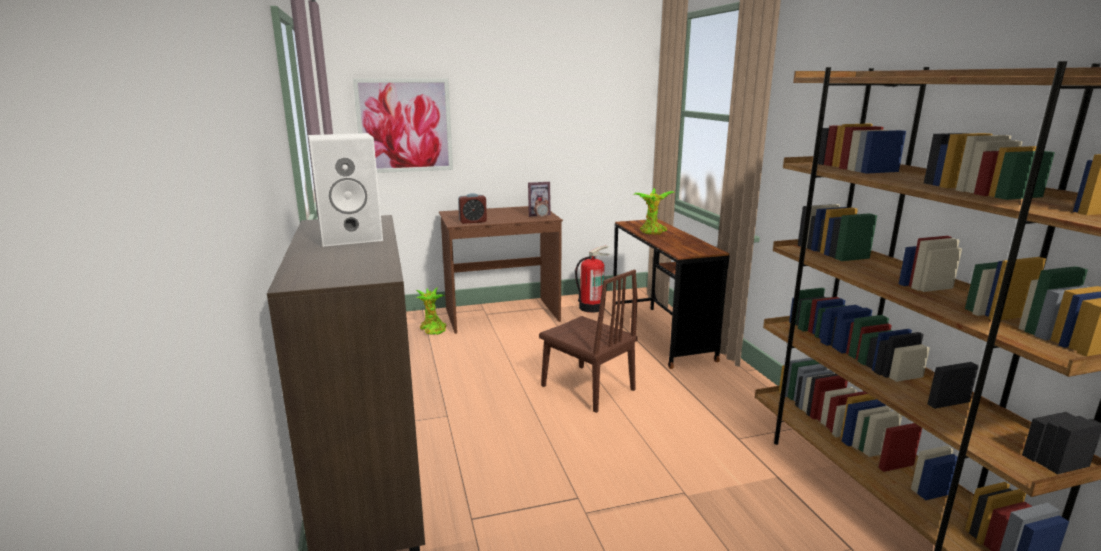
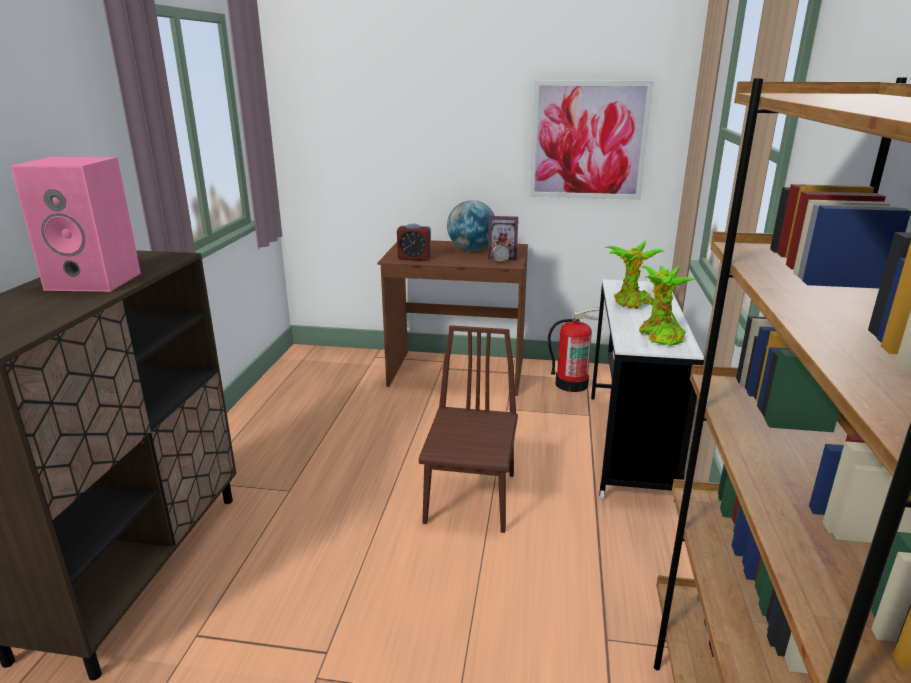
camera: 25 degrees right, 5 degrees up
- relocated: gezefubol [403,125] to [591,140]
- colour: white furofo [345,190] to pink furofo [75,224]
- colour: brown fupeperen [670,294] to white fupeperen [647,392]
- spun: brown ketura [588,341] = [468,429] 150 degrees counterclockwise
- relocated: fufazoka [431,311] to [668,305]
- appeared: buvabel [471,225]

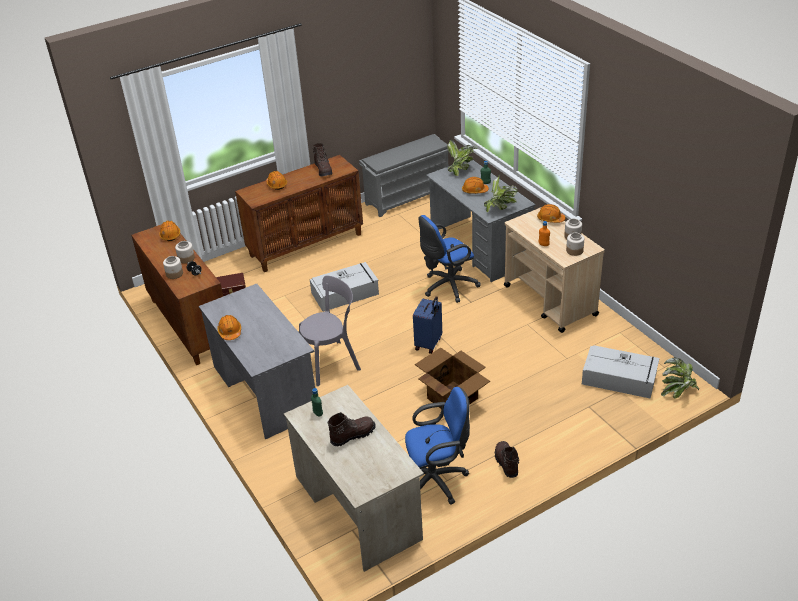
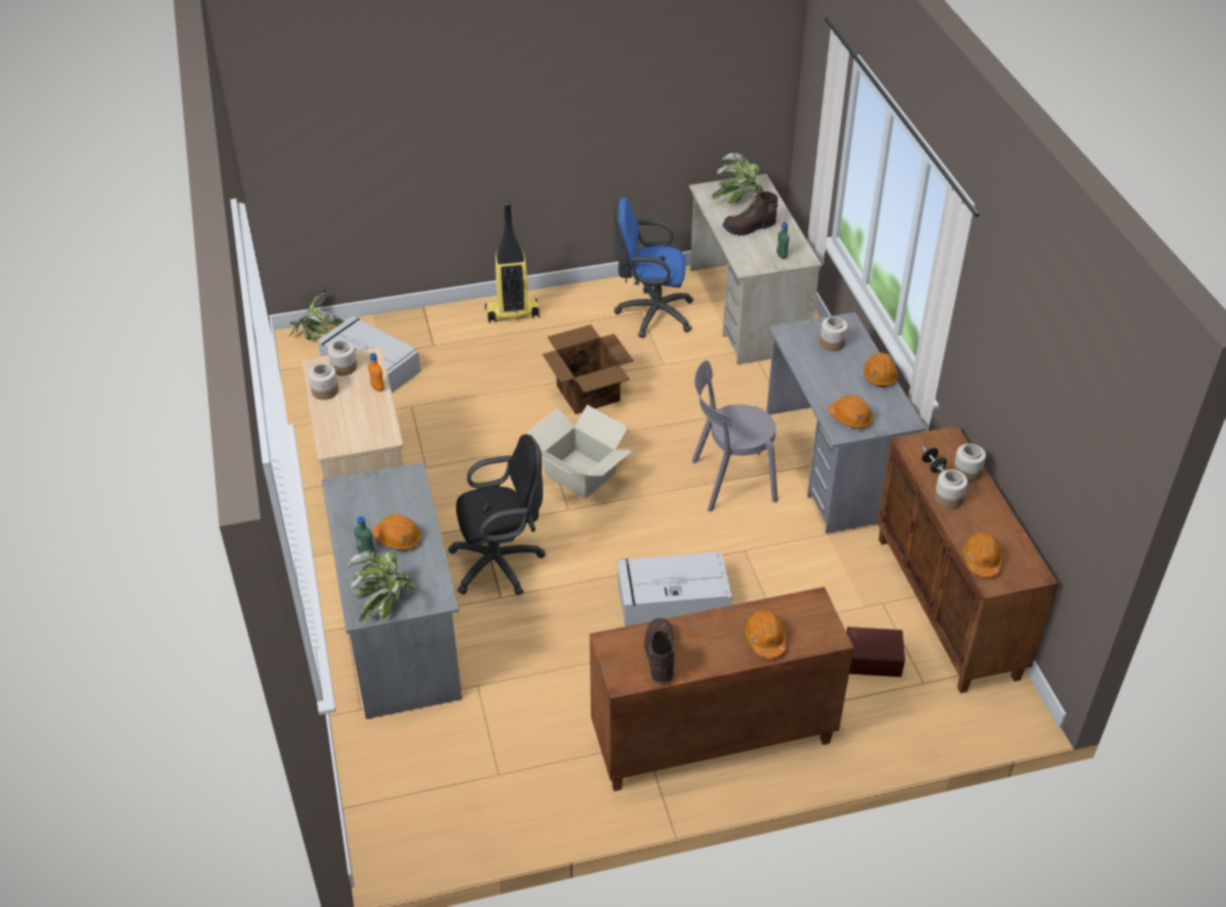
camera: 165 degrees left, 5 degrees up
- missing: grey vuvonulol [403,175]
- relocated: fufazoka [501,193] to [738,178]
- relocated: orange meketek [551,213] to [850,412]
- colour: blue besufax [450,259] to black besufax [497,515]
- exchanged: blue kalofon [427,325] to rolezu [580,452]
- missing: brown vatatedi [507,459]
- appeared: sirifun [512,262]
- appeared: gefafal [834,334]

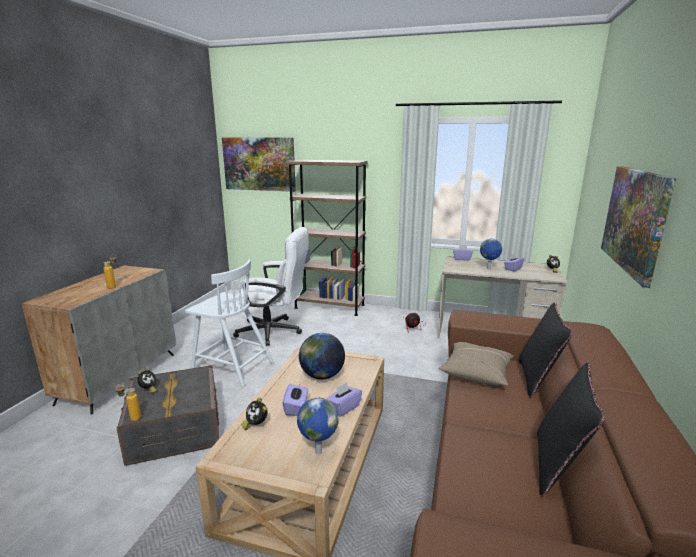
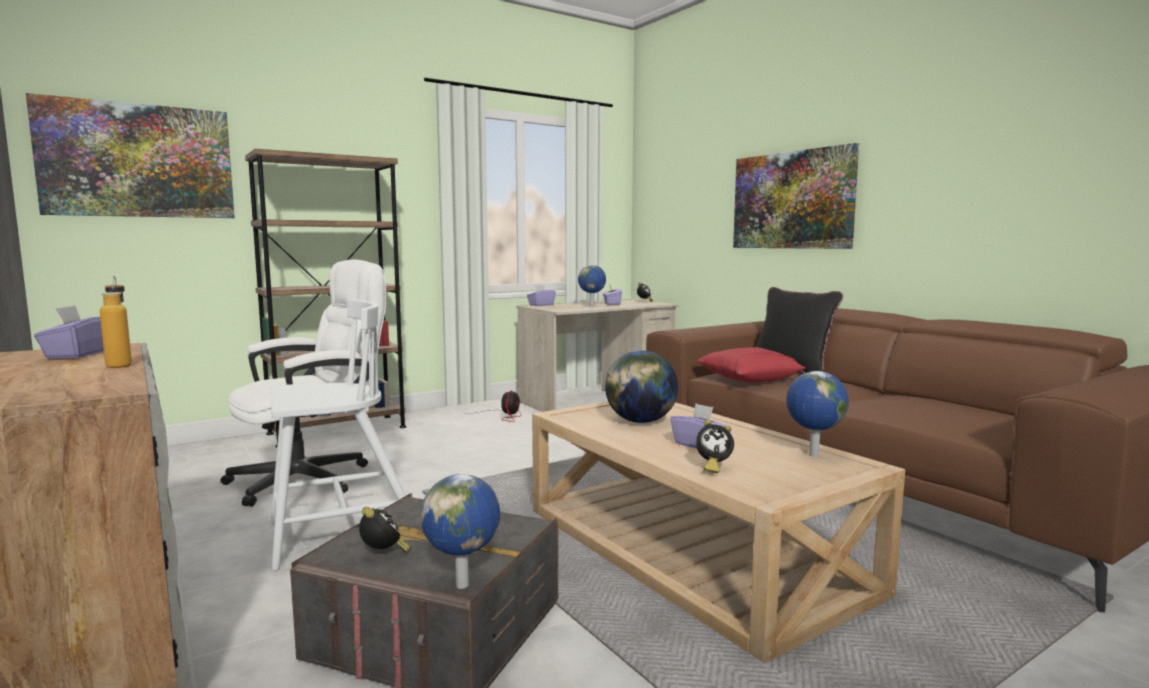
camera: 50 degrees left, 10 degrees down
- colour: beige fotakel [476,364] to red fotakel [751,365]
- missing: black fotakel [570,429]
- relocated: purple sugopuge [344,399] to [69,331]
- exchanged: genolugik [128,402] to buvabel [460,531]

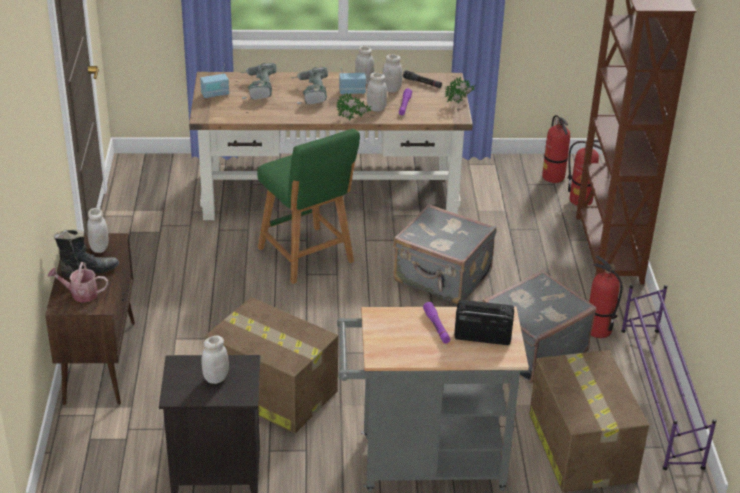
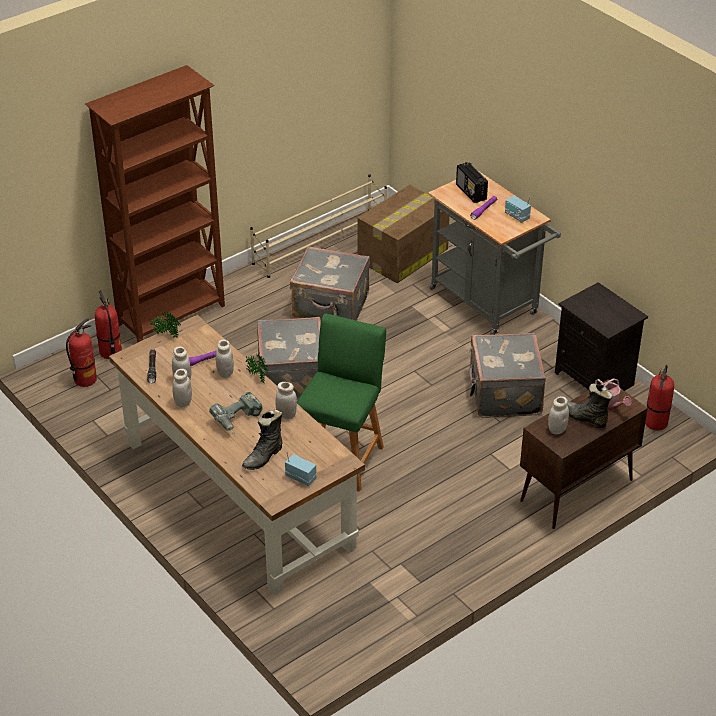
camera: 125 degrees left, 5 degrees up
- exchanged: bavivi [258,81] to black vatatedi [262,440]
- relocated: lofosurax [352,81] to [518,209]
- relocated: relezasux [606,297] to [659,397]
- colour: purple vuvonulol [668,377] to beige vuvonulol [318,226]
- exchanged: rolezu [271,365] to grey kalofon [507,375]
- relocated: white gefafal [215,360] to [286,400]

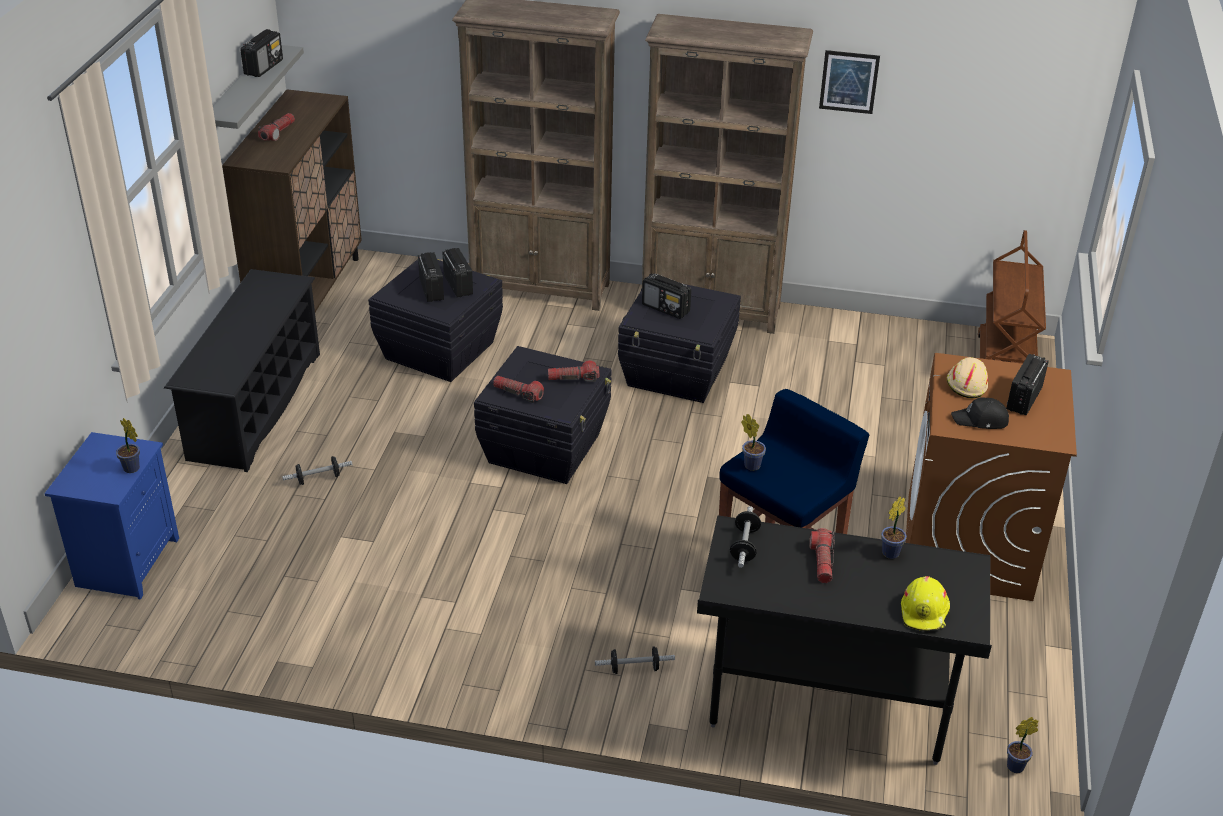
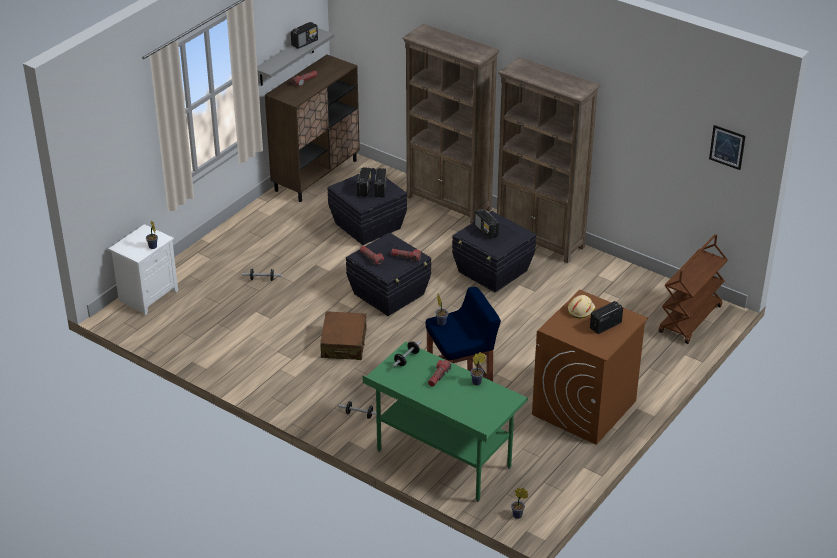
camera: 25 degrees right, 0 degrees up
- relocated: gezefubol [849,82] to [727,147]
- missing: black vuvonulol [242,370]
- missing: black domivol [980,413]
- colour: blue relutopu [111,516] to white relutopu [143,269]
- colour: black fupeperen [844,640] to green fupeperen [445,422]
- missing: yellow meketek [925,603]
- appeared: brown kalofon [343,335]

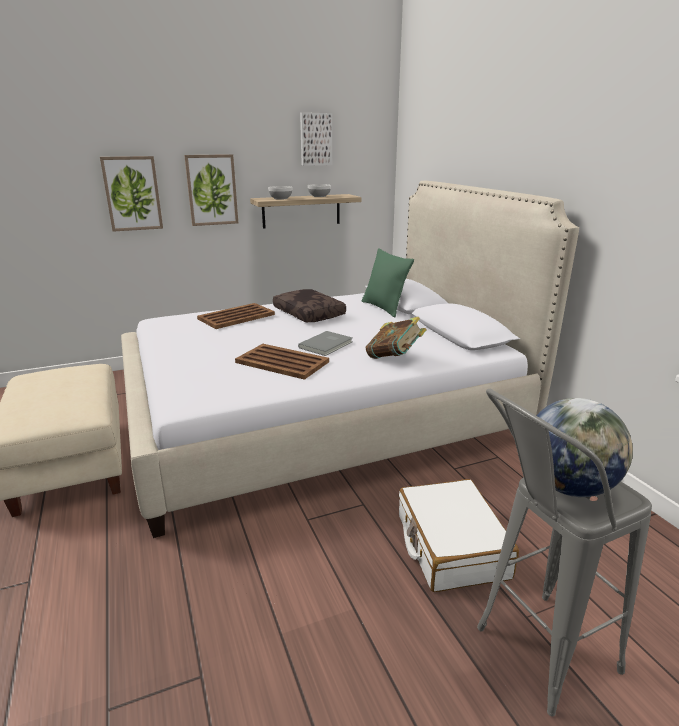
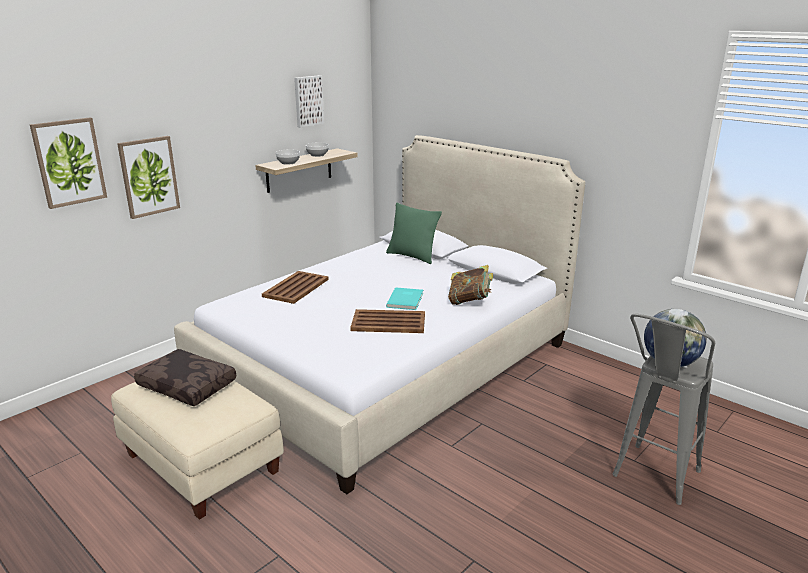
camera: 25 degrees left, 0 degrees up
- relocated: gezefubol [211,190] to [68,163]
- relocated: brown fotakel [309,305] to [185,377]
- colour: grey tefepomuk [325,343] to turquoise tefepomuk [404,298]
- missing: white kalofon [459,535]

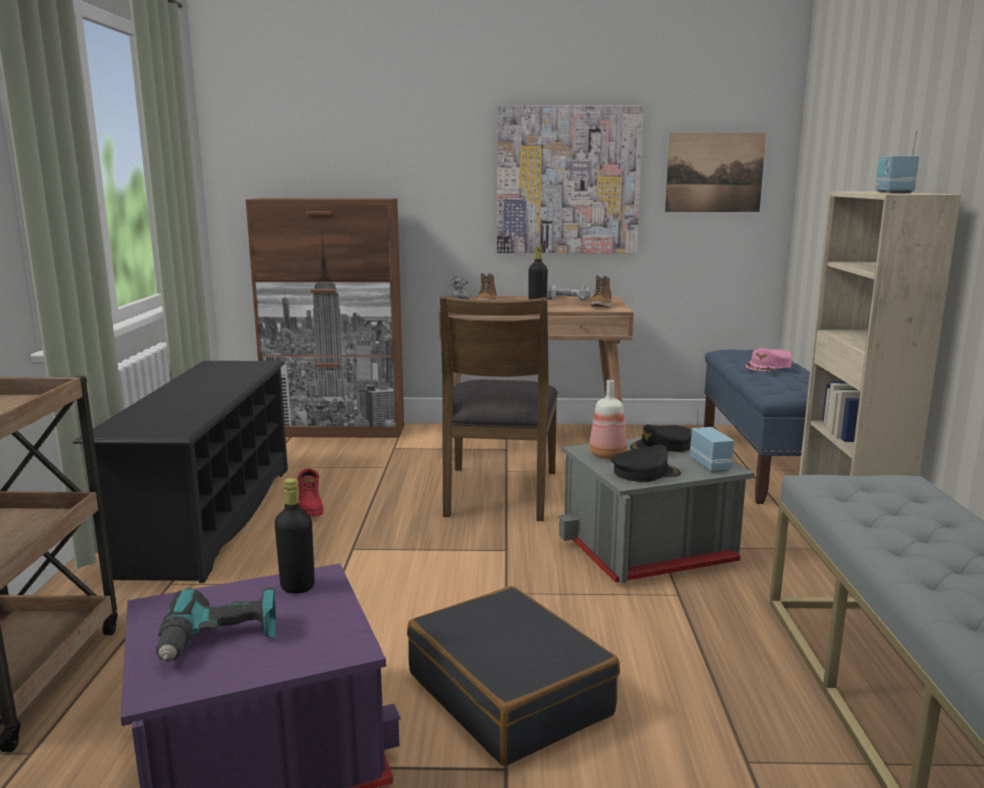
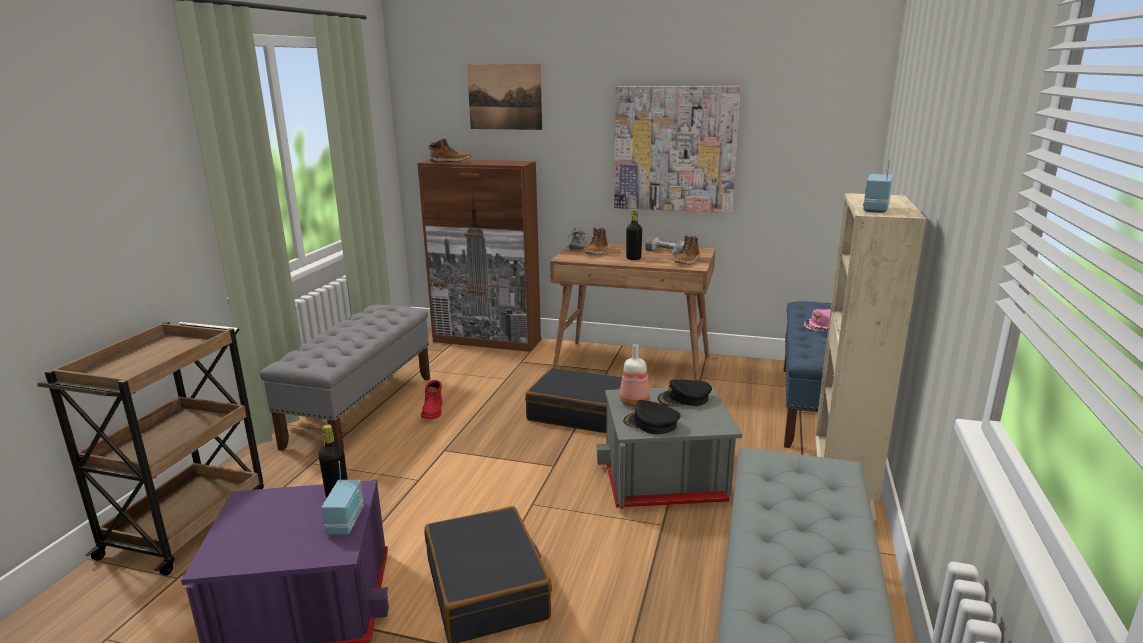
camera: 15 degrees right, 5 degrees up
- relocated: gezefubol [715,172] to [505,97]
- exchanged: brown ketura [499,408] to black kalofon [573,400]
- exchanged: black vuvonulol [180,472] to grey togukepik [345,378]
- relocated: lofosurax [712,440] to [342,498]
- spun: black domivol [646,463] = [652,417] 150 degrees counterclockwise
- missing: bavivi [216,623]
- appeared: vatatedi [450,150]

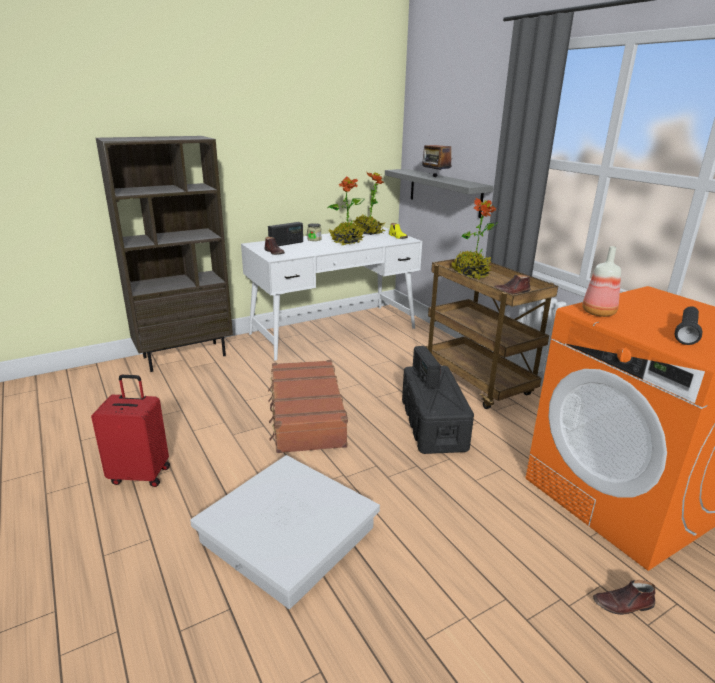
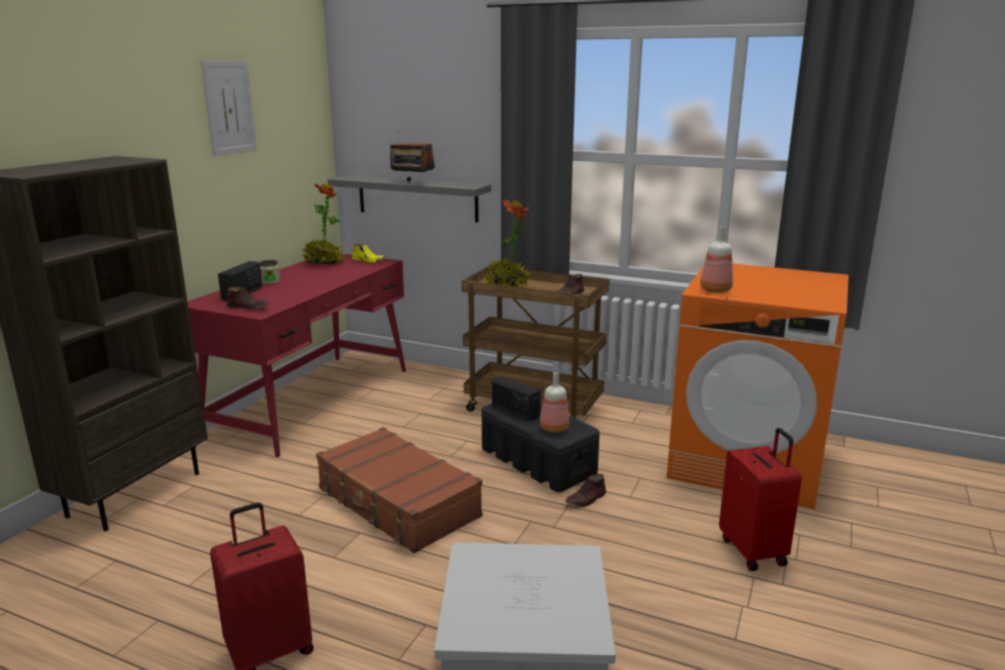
camera: 35 degrees left, 5 degrees down
- missing: fufazoka [346,211]
- colour: white fupeperen [331,293] to red fupeperen [297,355]
- missing: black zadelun [688,325]
- relocated: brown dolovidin [624,597] to [585,490]
- appeared: gezefubol [229,108]
- appeared: genolugik [554,402]
- appeared: red kalofon [760,499]

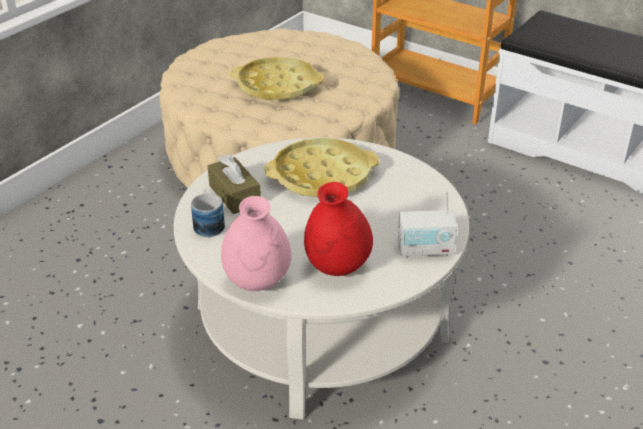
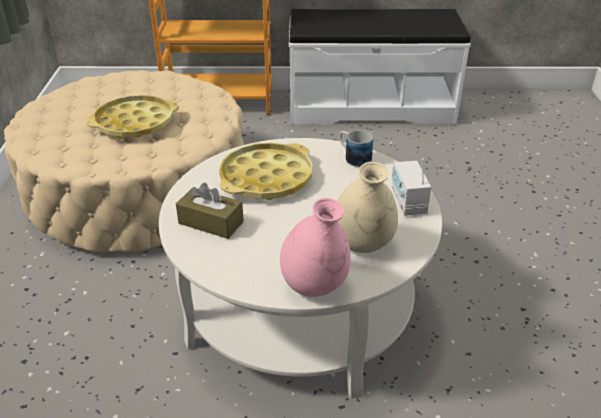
camera: 35 degrees left, 0 degrees up
- colour: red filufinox [338,229] to beige filufinox [367,207]
- relocated: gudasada [208,213] to [356,148]
- spun: lofosurax [427,224] = [411,187] 120 degrees clockwise

